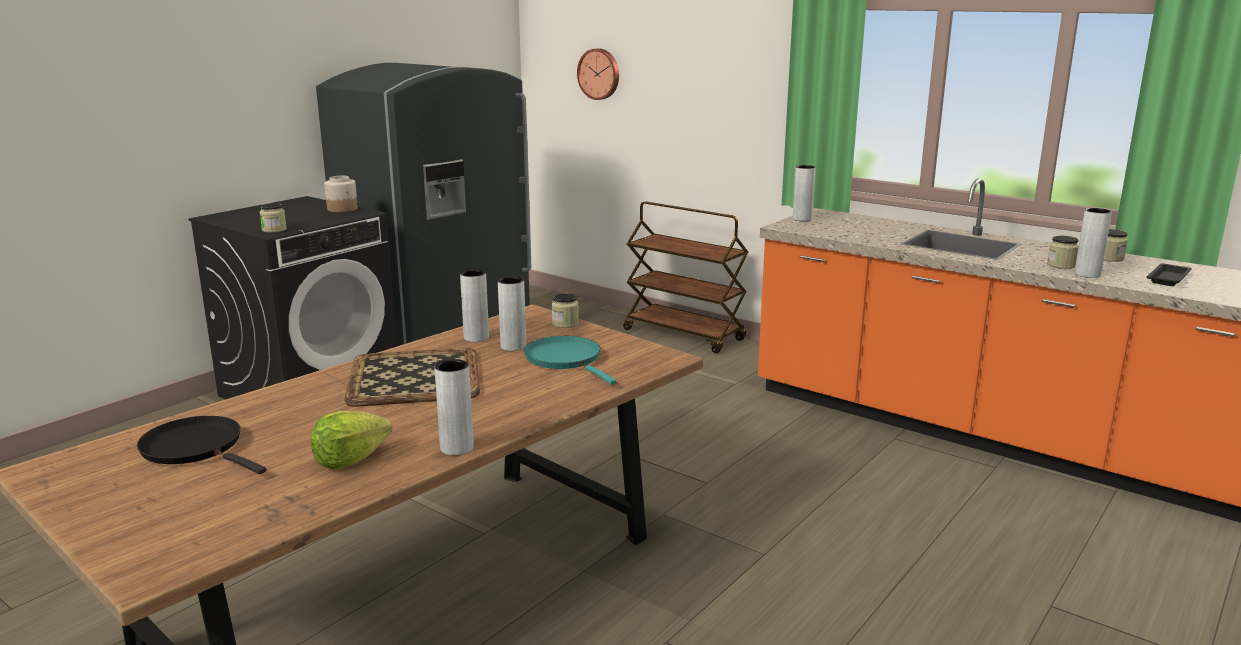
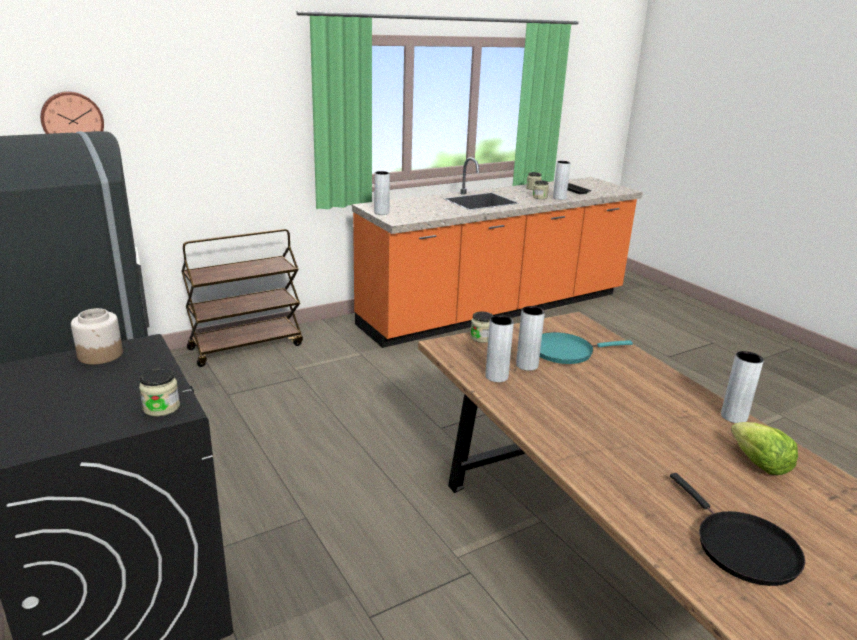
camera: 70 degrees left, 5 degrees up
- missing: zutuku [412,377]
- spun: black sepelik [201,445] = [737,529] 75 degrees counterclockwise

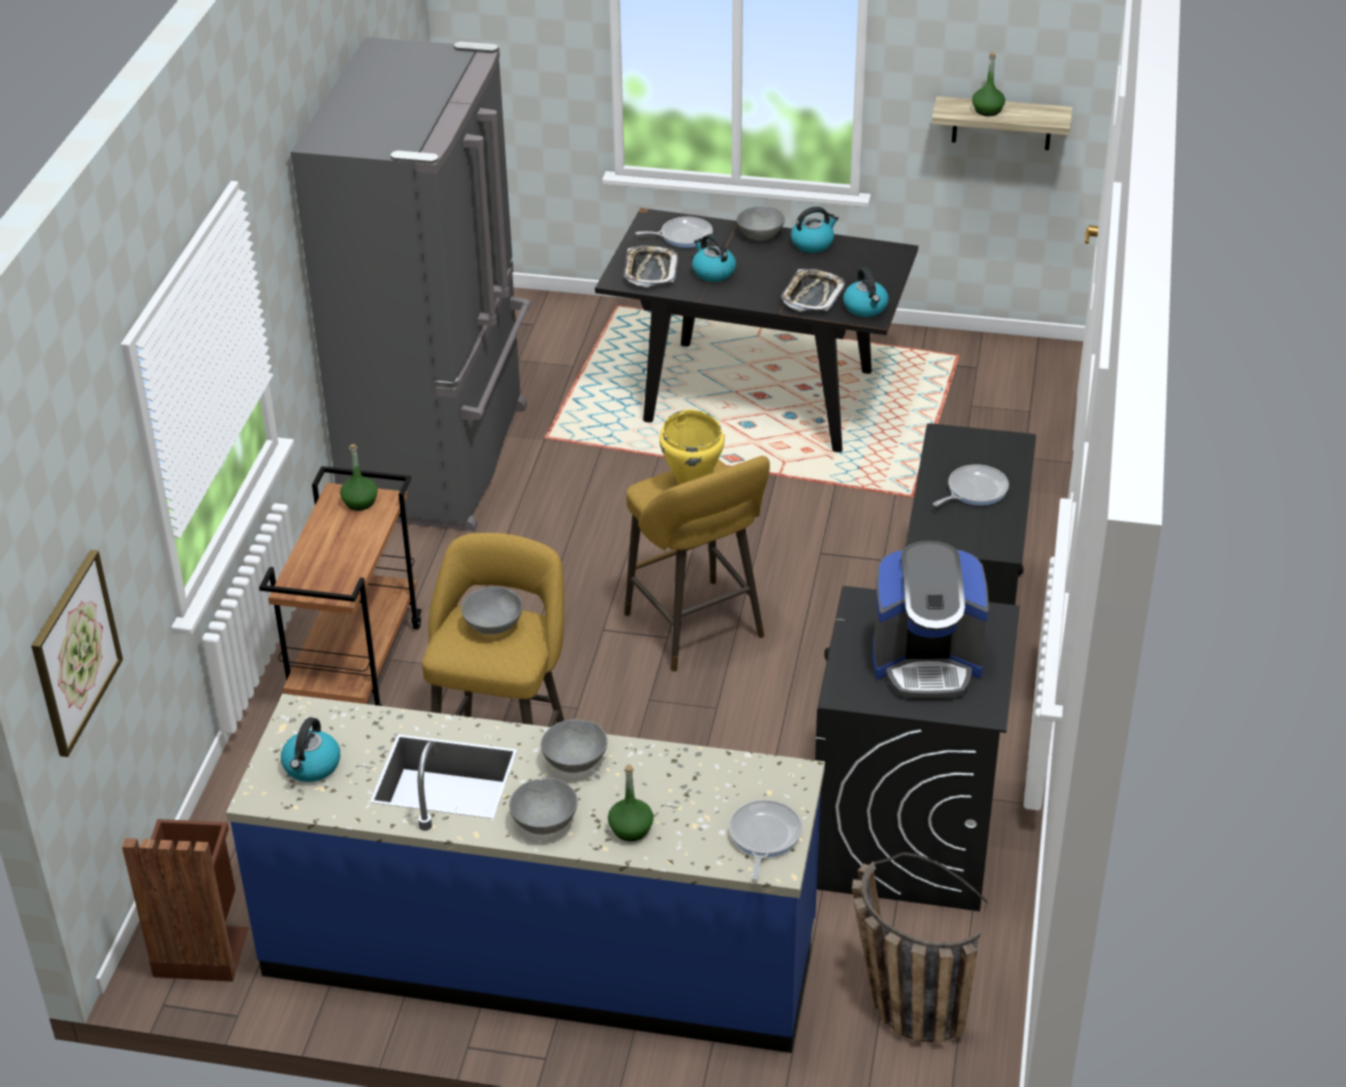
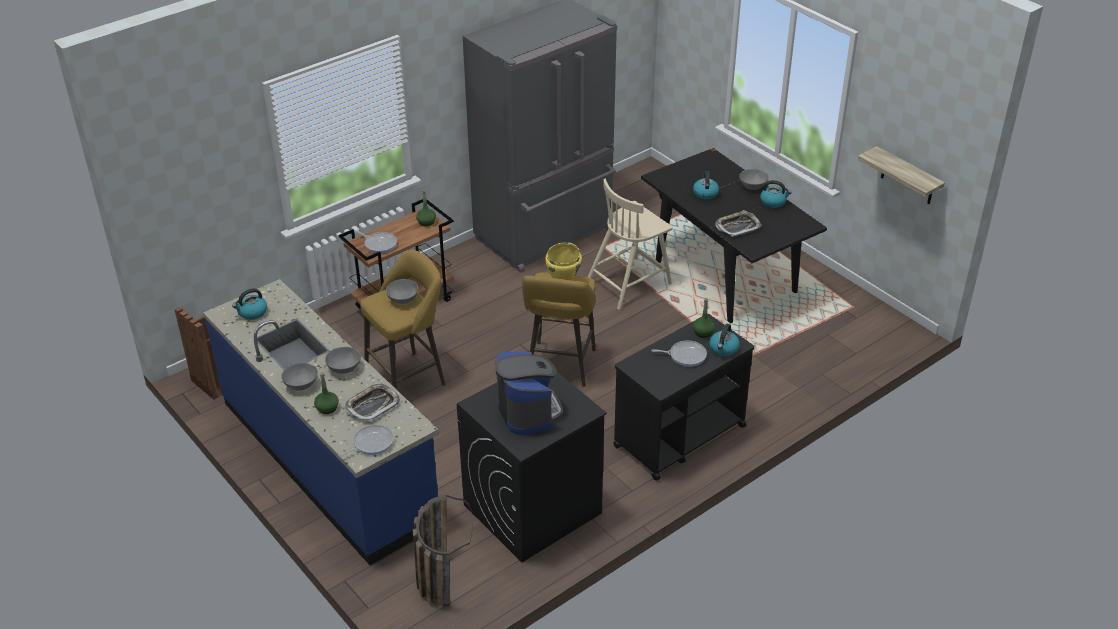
camera: 40 degrees right, 0 degrees up
- relocated: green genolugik [988,84] to [704,318]
- relocated: sepelik [674,232] to [375,241]
- relocated: zutuku [651,266] to [372,402]
- relocated: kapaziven [866,292] to [724,340]
- spun: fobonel [931,619] = [529,393] 150 degrees counterclockwise
- missing: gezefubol [77,653]
- appeared: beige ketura [630,244]

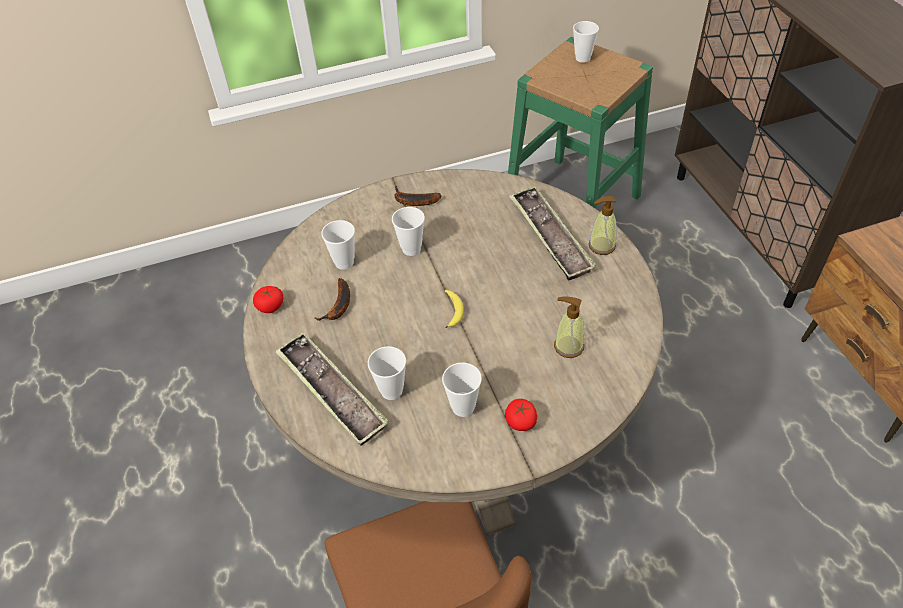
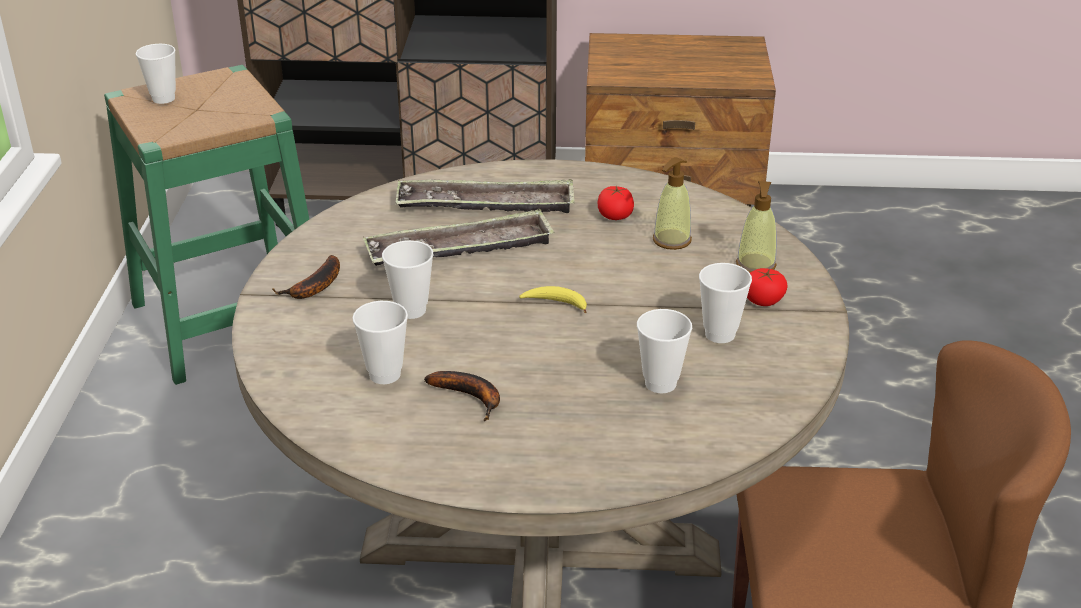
camera: 70 degrees left, 15 degrees down
- relocated: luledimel [603,225] to [756,227]
- relocated: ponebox [268,299] to [616,203]
- relocated: zutuku [332,389] to [458,237]

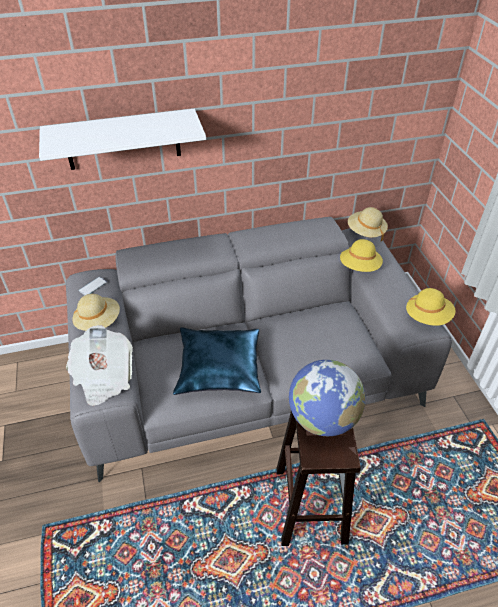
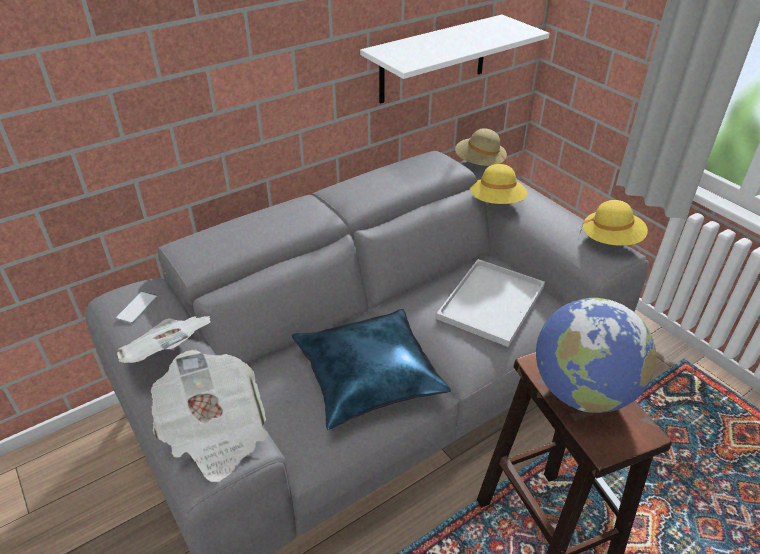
camera: 20 degrees left, 5 degrees down
- relocated: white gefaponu [122,139] to [455,59]
- exchanged: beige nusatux [96,312] to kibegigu [163,339]
- appeared: white zutuku [490,303]

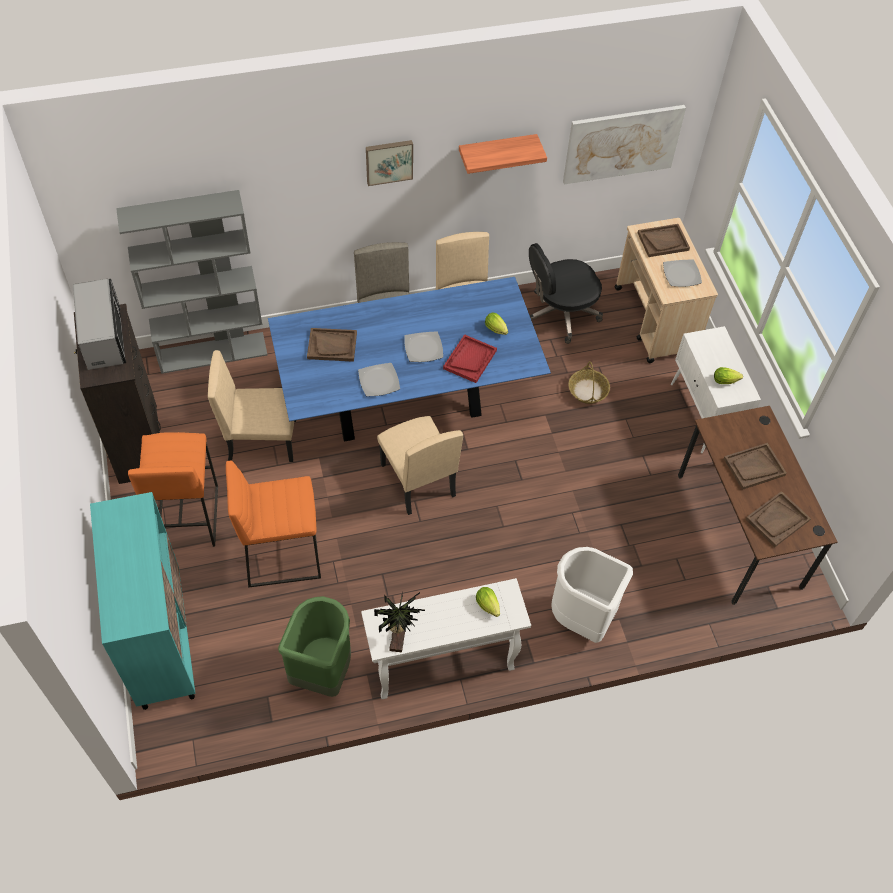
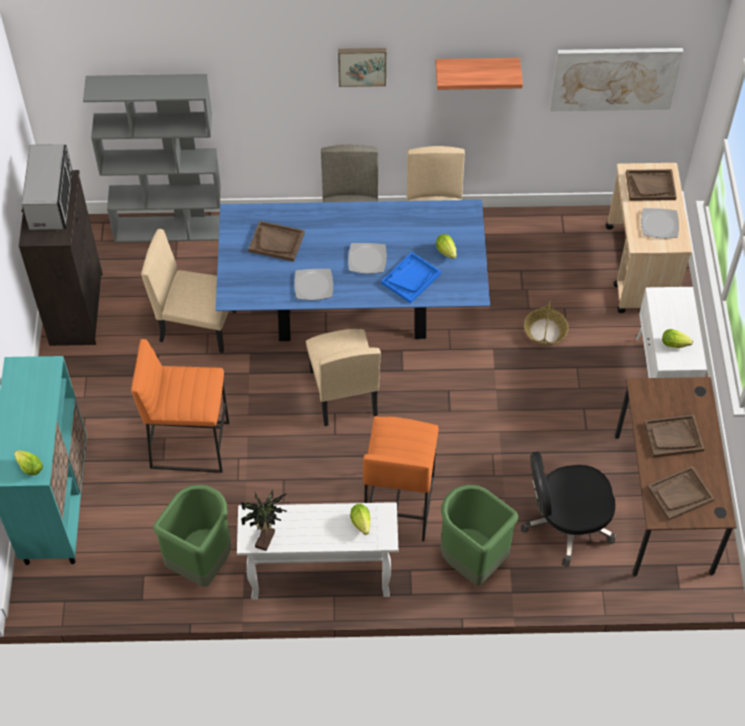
camera: 15 degrees right, 0 degrees up
- relocated: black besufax [566,293] to [568,508]
- colour: red zutuku [470,358] to blue zutuku [411,278]
- relocated: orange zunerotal [173,489] to [401,478]
- colour: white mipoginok [592,595] to green mipoginok [479,535]
- appeared: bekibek [28,462]

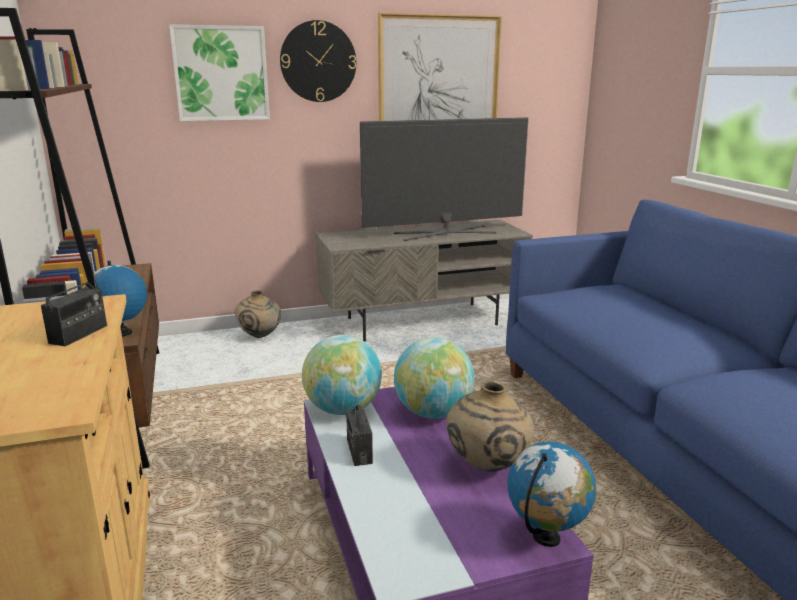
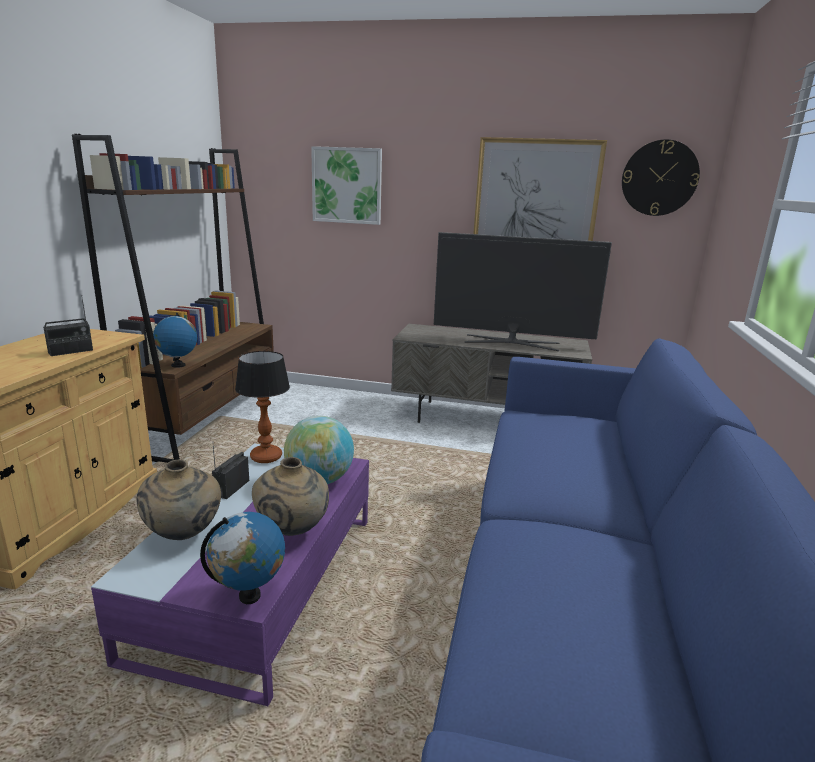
camera: 30 degrees right, 0 degrees up
- relocated: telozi [318,61] to [661,177]
- relocated: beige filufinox [258,314] to [178,500]
- exchanged: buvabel [342,375] to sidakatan [262,407]

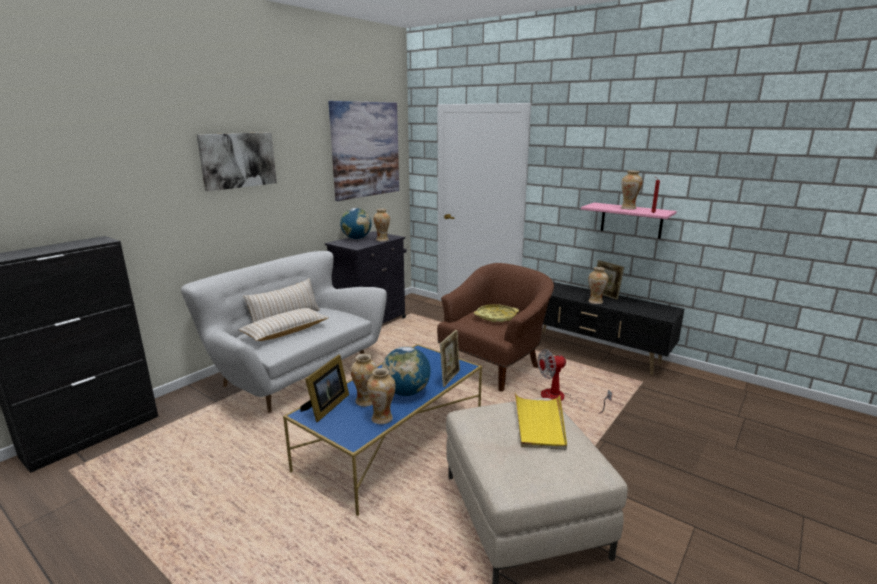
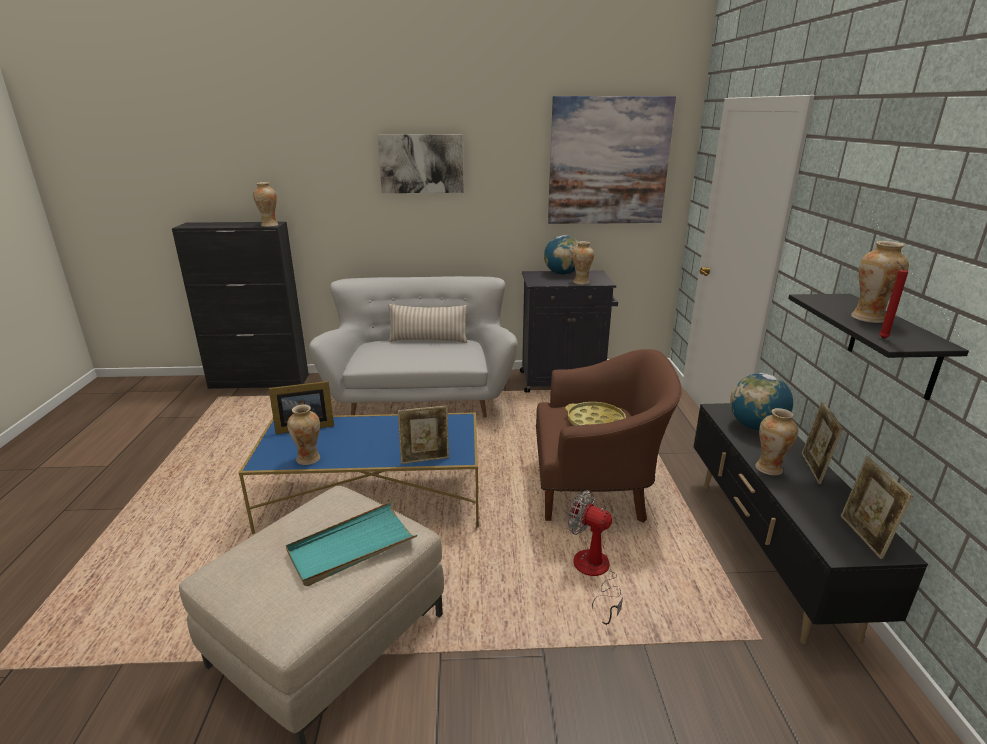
camera: 50 degrees right, 5 degrees up
- colour: pink gefaponu [629,221] to black gefaponu [878,347]
- missing: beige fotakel [283,324]
- relocated: buvabel [406,371] to [761,401]
- relocated: filufinox [364,380] to [265,204]
- colour: yellow zutuku [541,421] to turquoise zutuku [351,544]
- appeared: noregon [877,507]

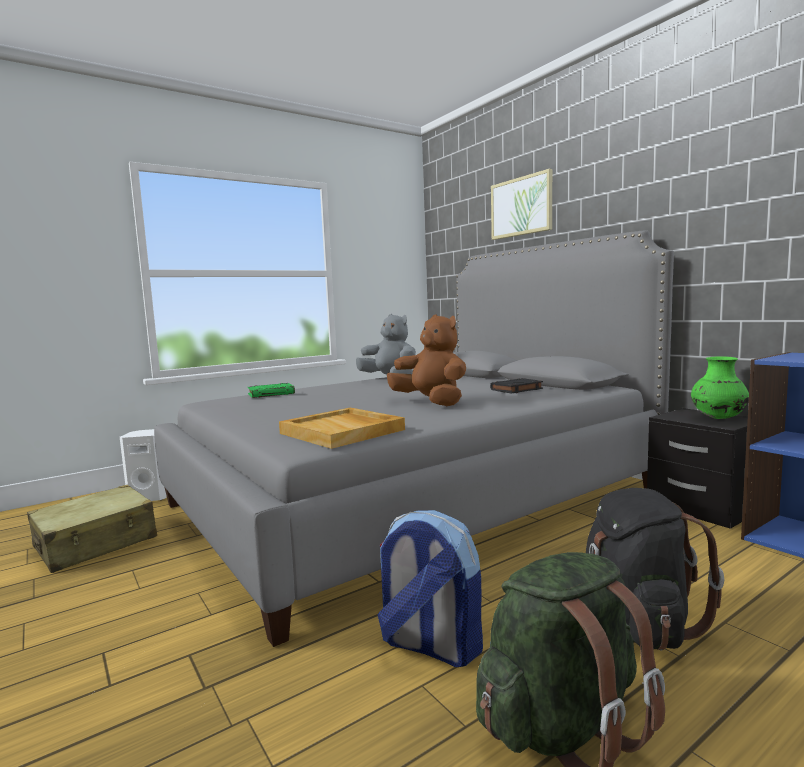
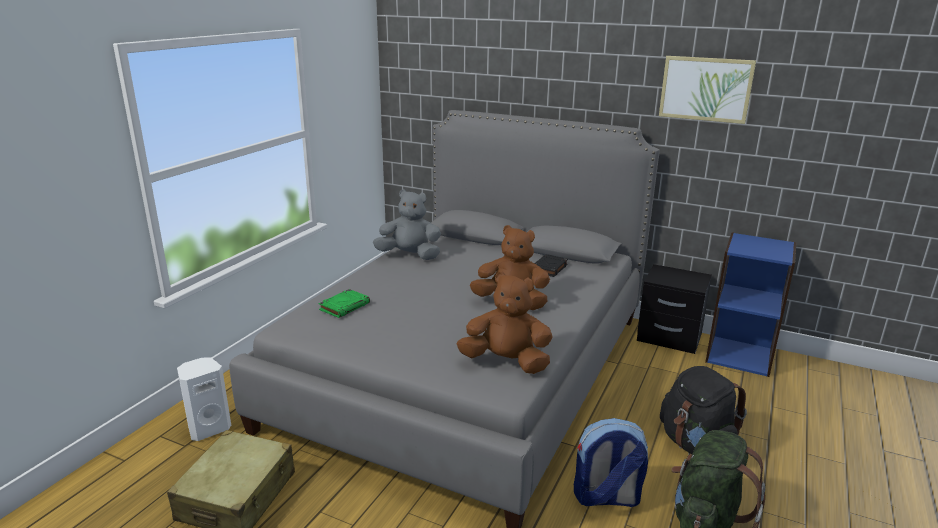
camera: 30 degrees left, 15 degrees up
- relocated: gezefubol [521,204] to [707,90]
- missing: green filufinox [720,387]
- exchanged: beige zutuku [342,428] to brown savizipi [505,323]

